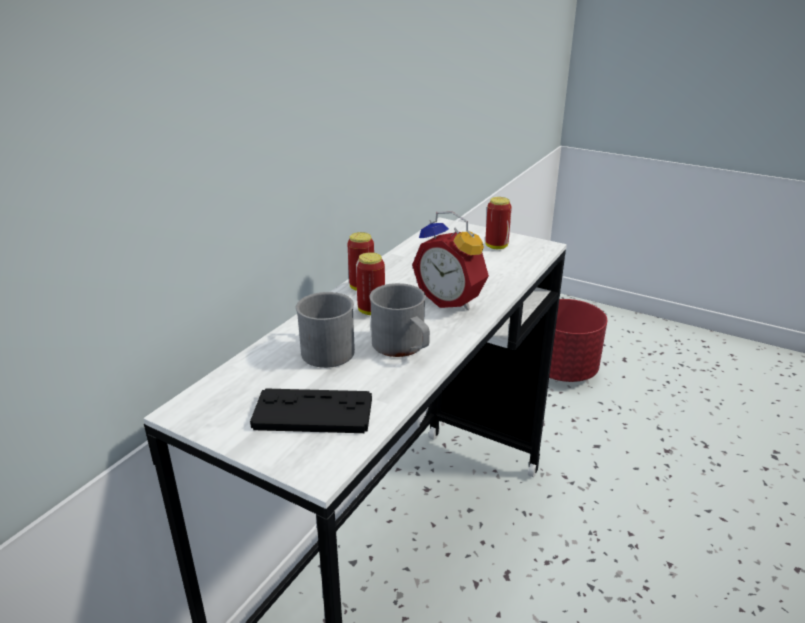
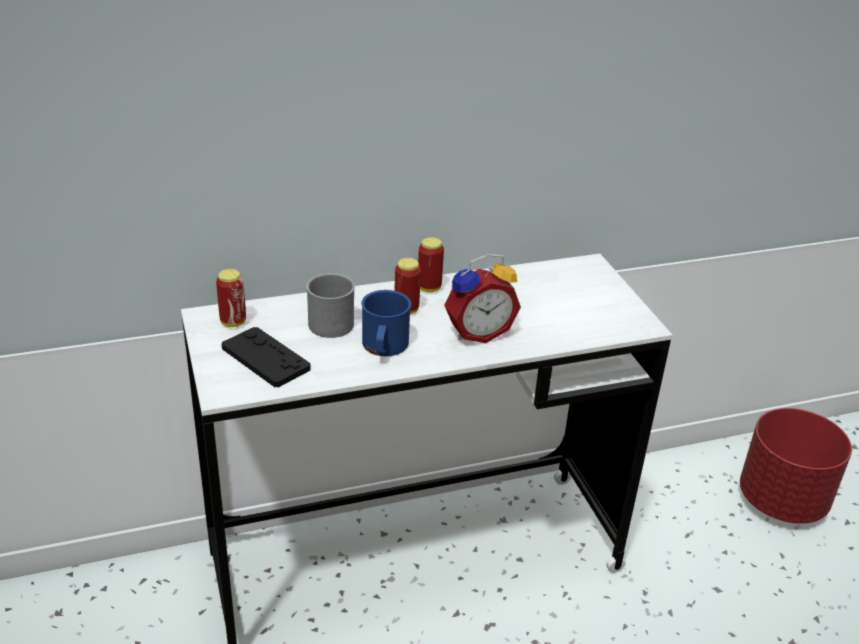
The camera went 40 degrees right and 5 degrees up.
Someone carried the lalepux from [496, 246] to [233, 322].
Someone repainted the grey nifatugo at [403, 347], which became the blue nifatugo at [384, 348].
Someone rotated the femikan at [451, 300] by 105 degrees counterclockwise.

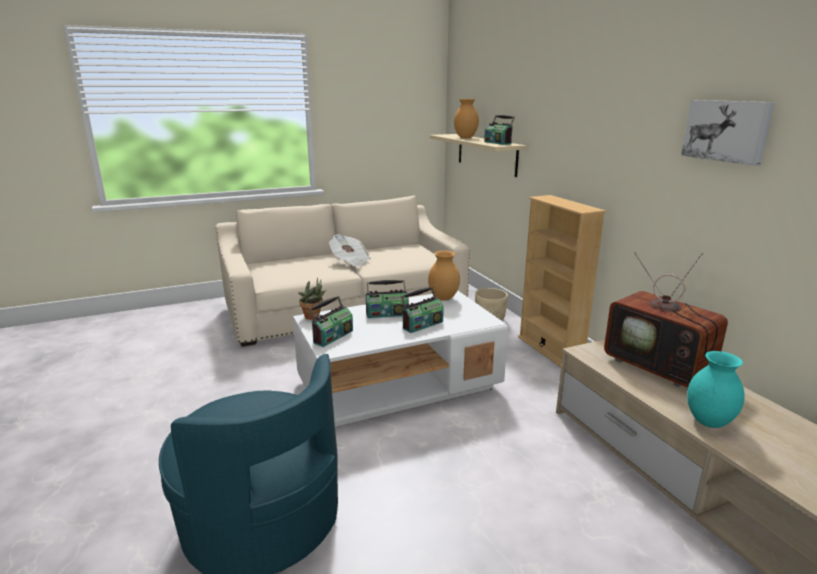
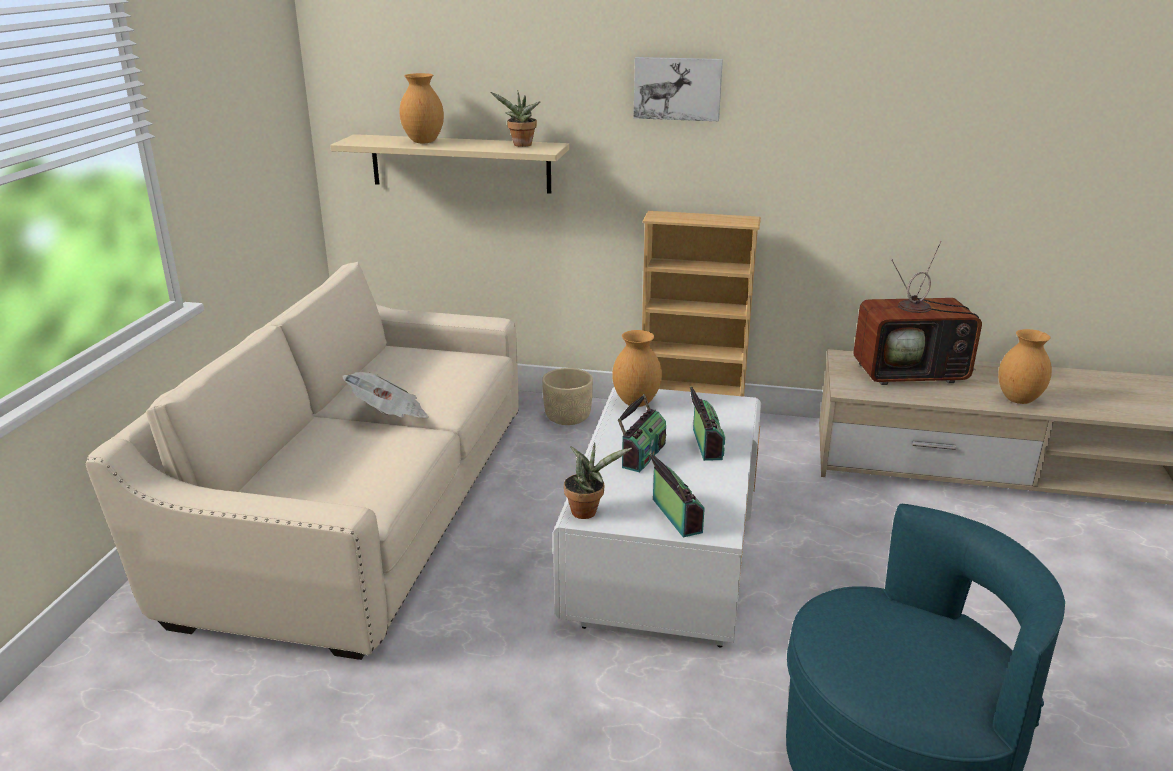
The camera went 55 degrees left and 5 degrees up.
Someone swapped the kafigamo at [498, 143] for the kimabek at [521, 145].
Someone carried the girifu from [726, 131] to [677, 88].
Someone repainted the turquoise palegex at [708, 421], which became the brown palegex at [1017, 399].

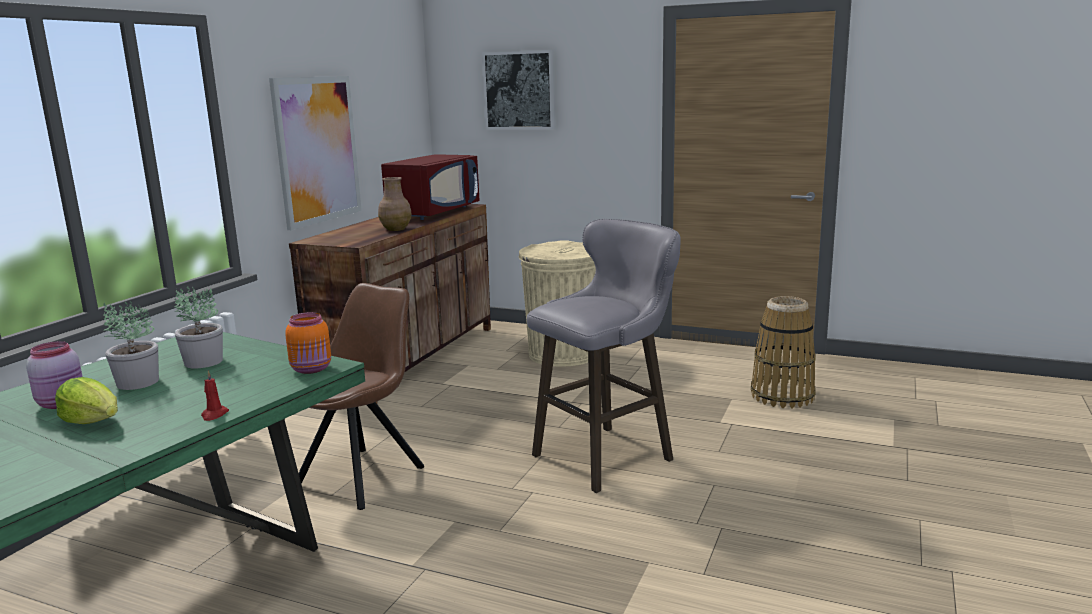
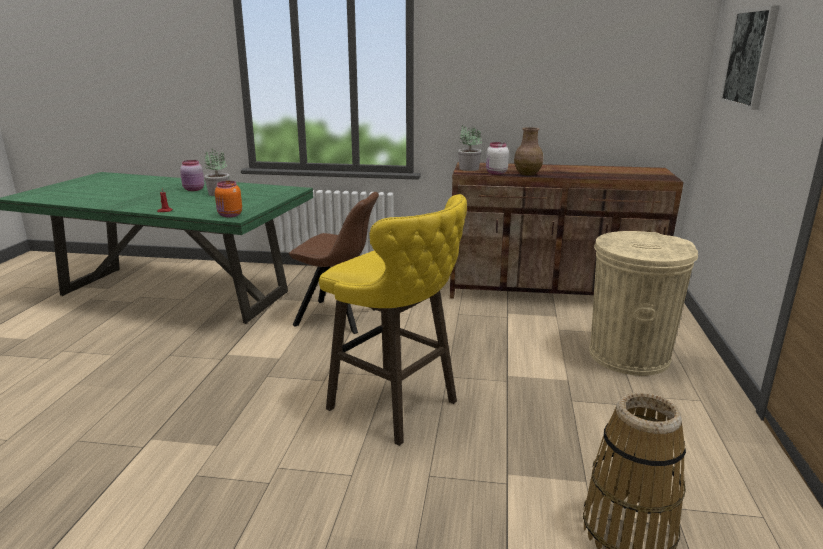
The camera went 75 degrees right and 5 degrees up.
Someone repainted the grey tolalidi at [607, 455], which became the yellow tolalidi at [397, 407].
Someone carried the kimabek from [203, 362] to [468, 168].
Someone put down the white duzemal at [496, 173].
Someone took away the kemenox at [94, 421].
Someone took away the girifu at [317, 150].
Someone took away the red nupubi at [434, 212].

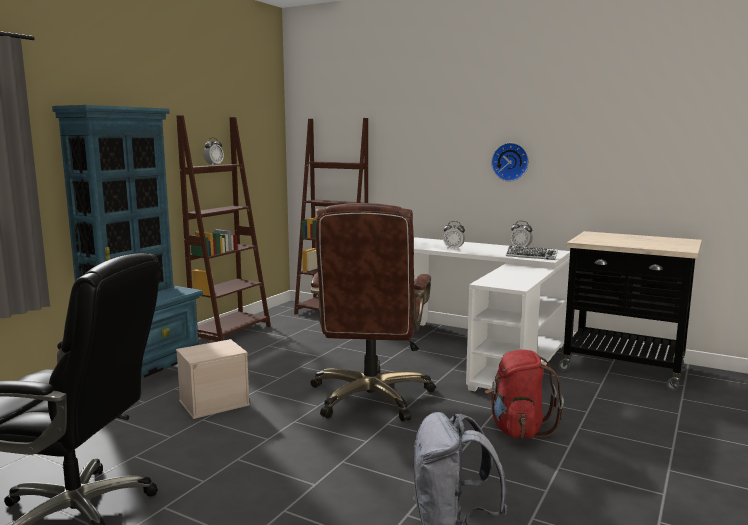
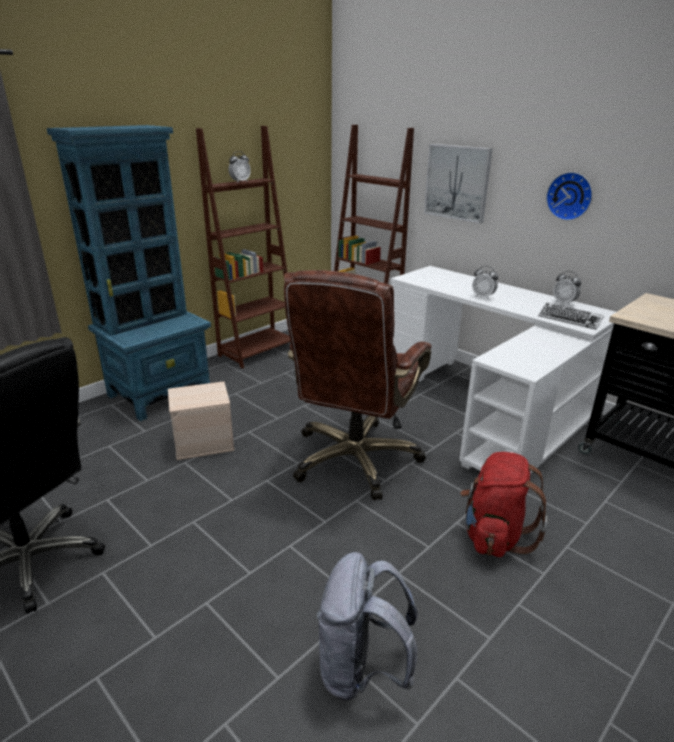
The camera went 15 degrees right and 15 degrees up.
Someone put up the girifu at [457, 182].

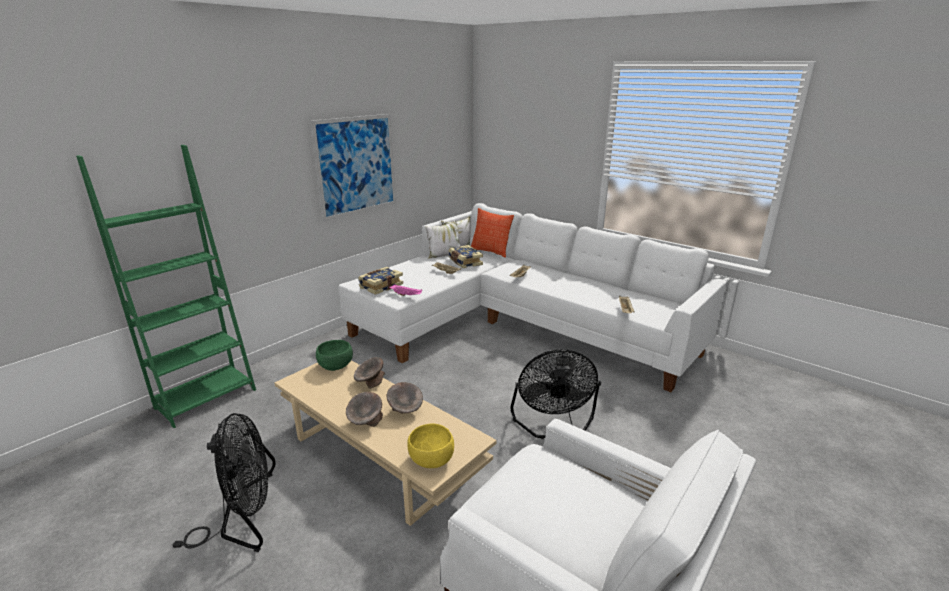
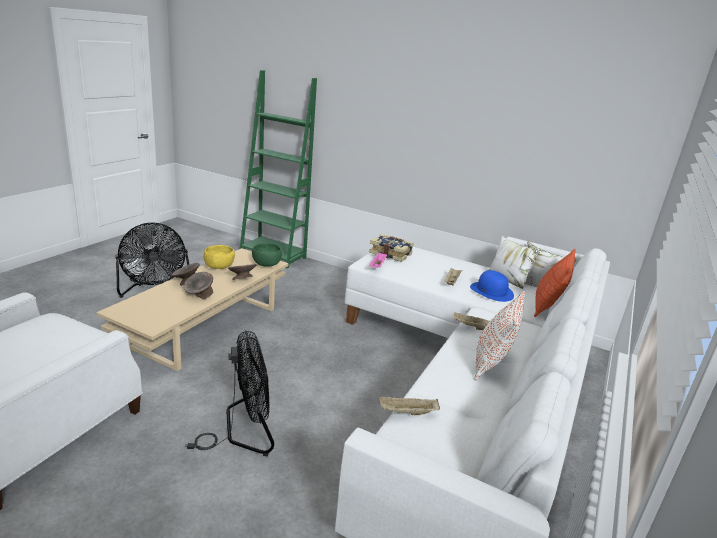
The camera went 75 degrees right and 0 degrees up.
Someone carried the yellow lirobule from [431, 460] to [219, 267].
Someone swapped the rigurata at [464, 262] for the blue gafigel at [491, 291].
Someone put down the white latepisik at [491, 364].
Someone took away the girifu at [356, 166].

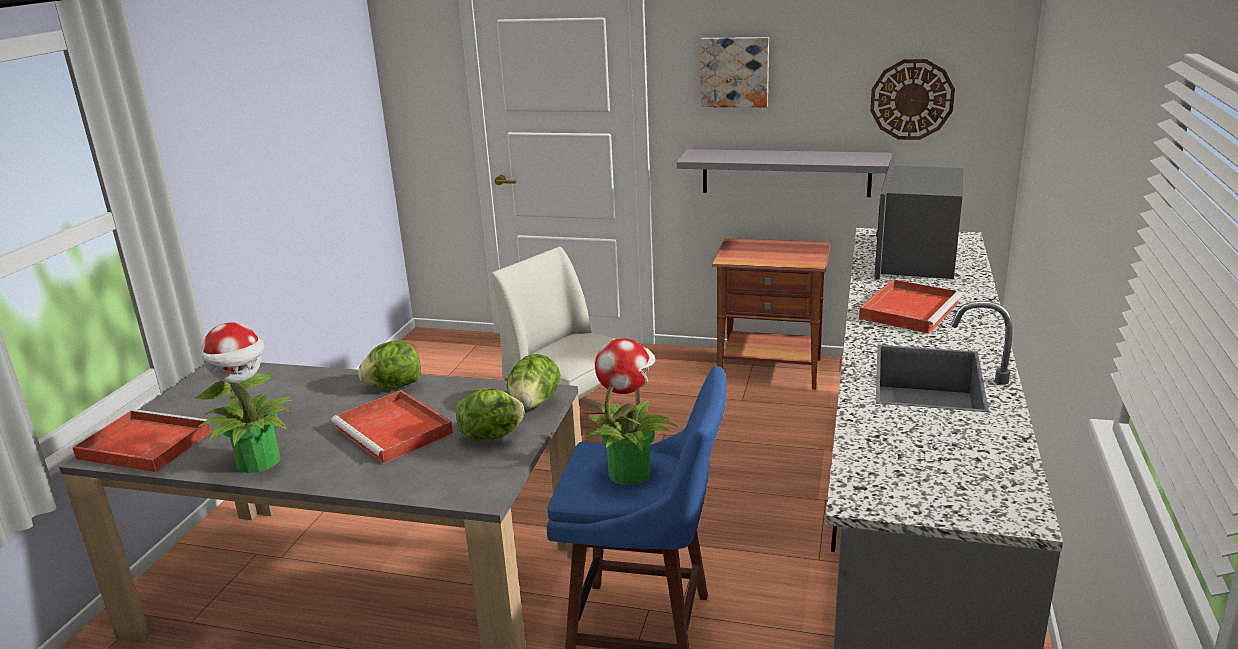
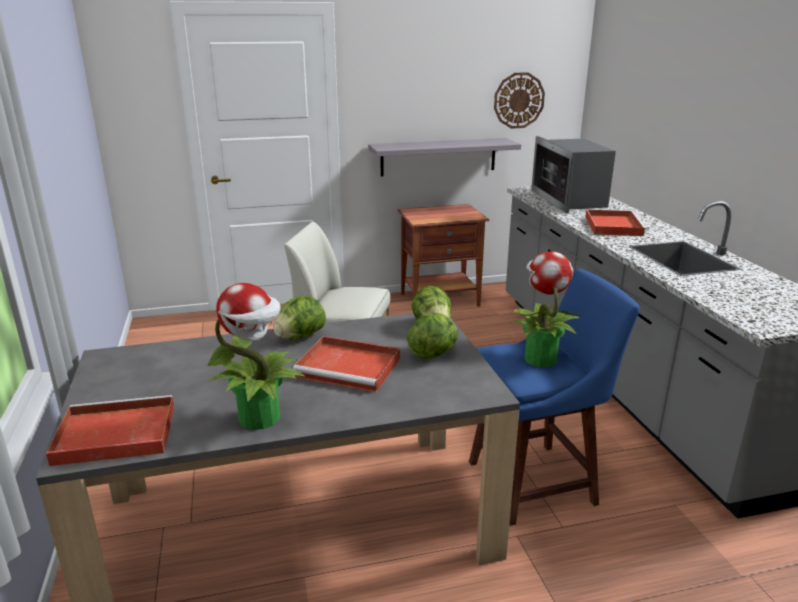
The camera went 30 degrees left and 0 degrees up.
Someone took away the girifu at [734, 71].

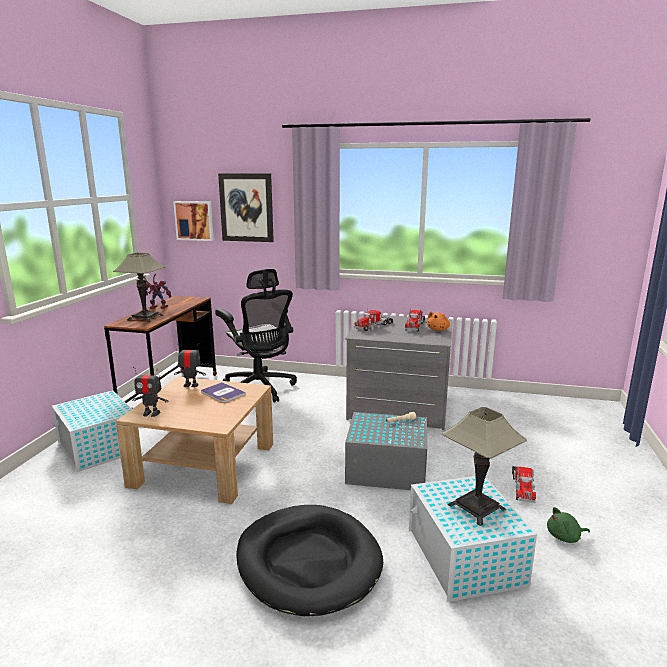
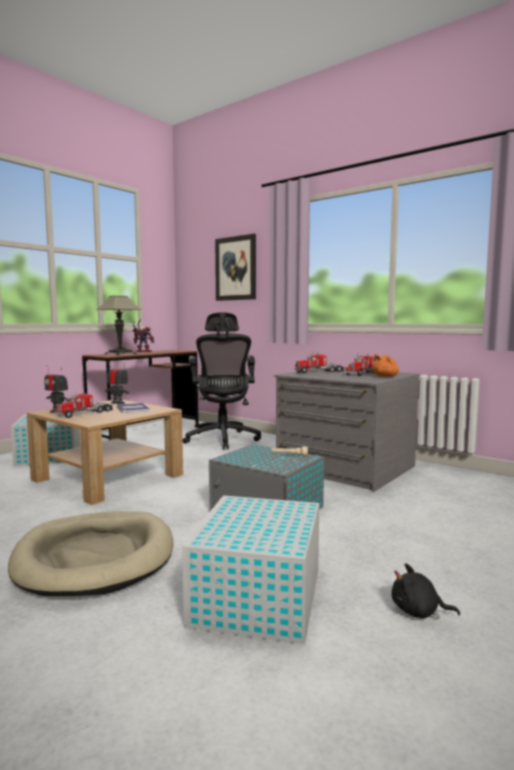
The camera went 25 degrees right and 10 degrees down.
Someone repainted the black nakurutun at [308, 561], which became the beige nakurutun at [95, 557].
Someone carried the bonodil from [522, 487] to [85, 413].
Someone repainted the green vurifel at [565, 537], which became the black vurifel at [418, 612].
Someone took away the girifu at [194, 220].
Someone took away the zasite at [476, 507].

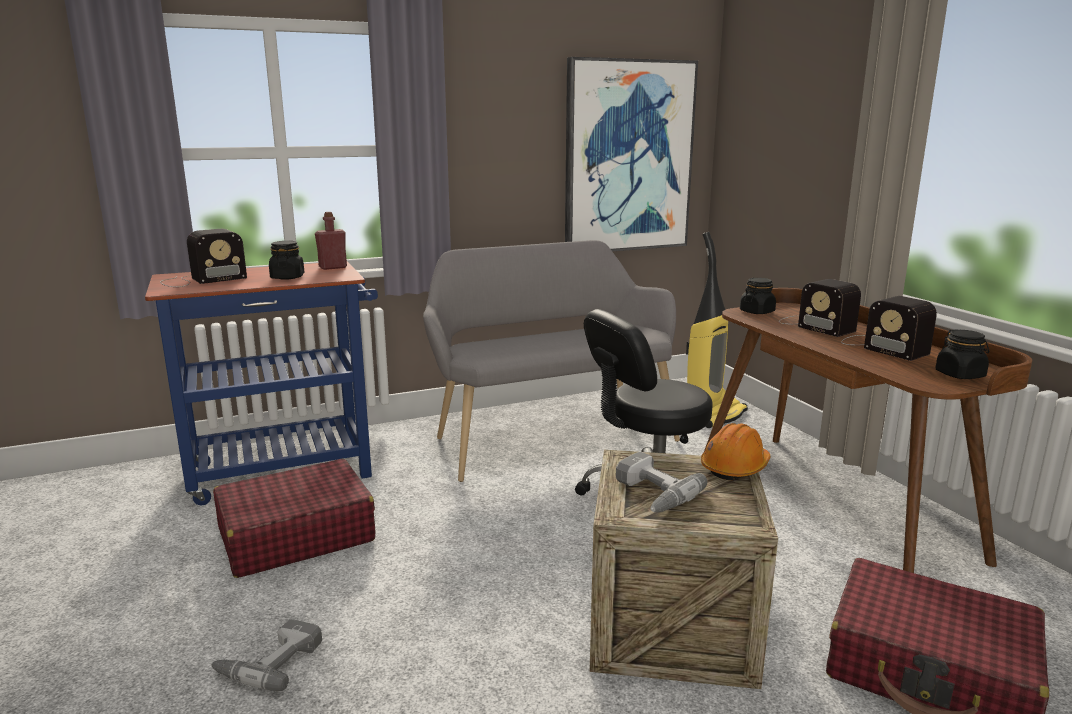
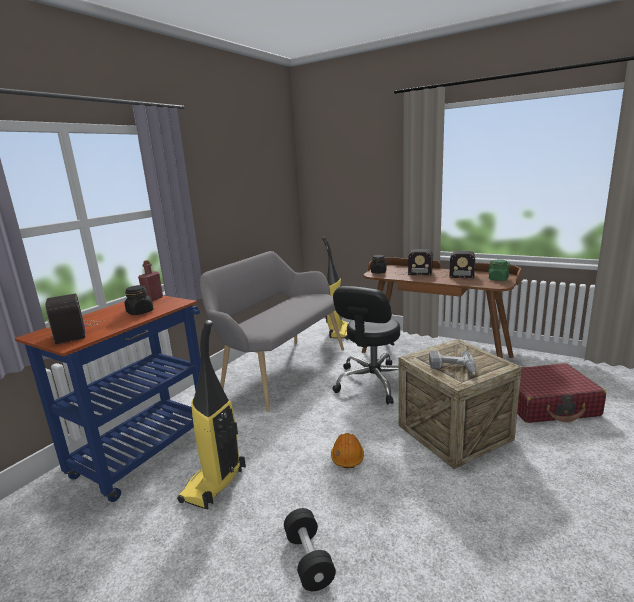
The camera went 35 degrees left and 0 degrees up.
Someone rotated the kafigamo at [200, 280] by 135 degrees clockwise.
Someone swapped the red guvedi at [295, 535] for the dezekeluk at [214, 485].
Someone swapped the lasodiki at [269, 662] for the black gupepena at [309, 559].
Someone carried the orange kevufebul from [735, 467] to [347, 457].
Someone repainted the black duzemal at [960, 375], which became the green duzemal at [498, 279].
Someone took away the girifu at [628, 157].

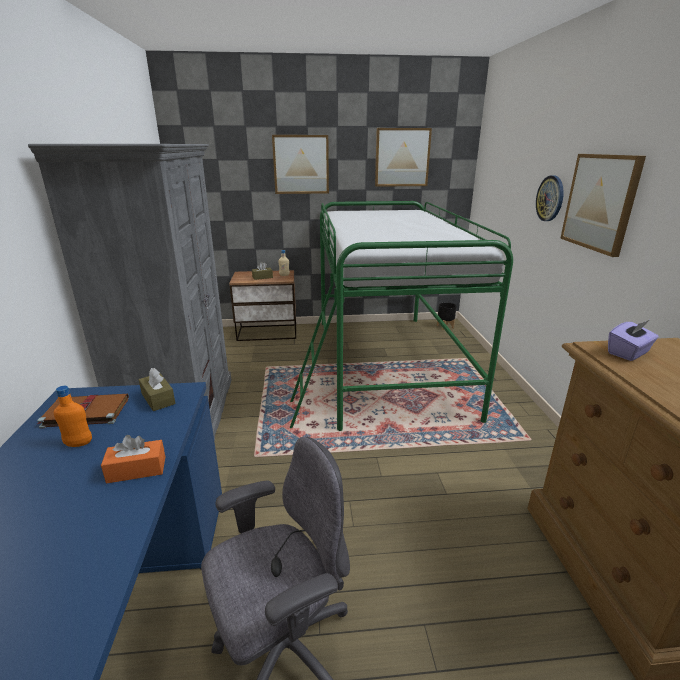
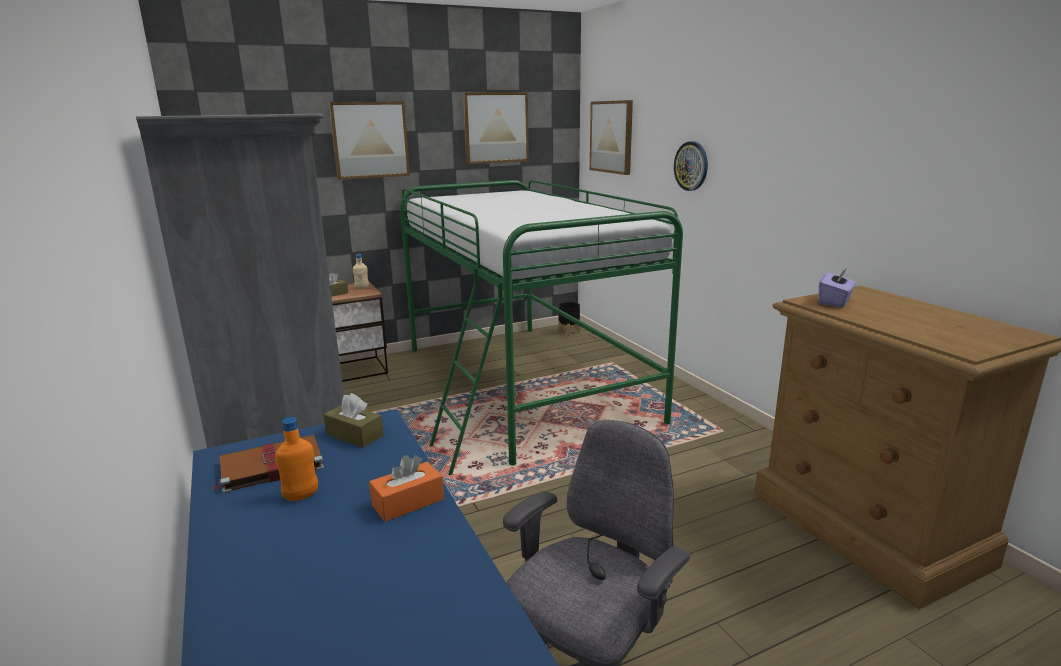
The camera went 20 degrees left and 5 degrees down.
Someone carried the girifu from [600, 202] to [612, 137].

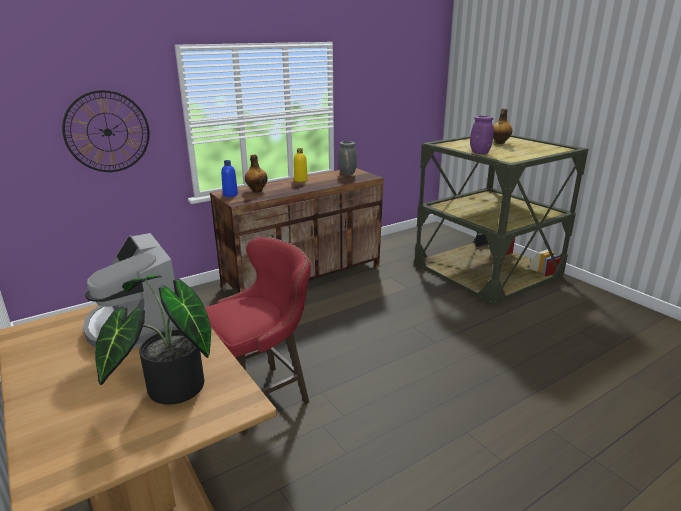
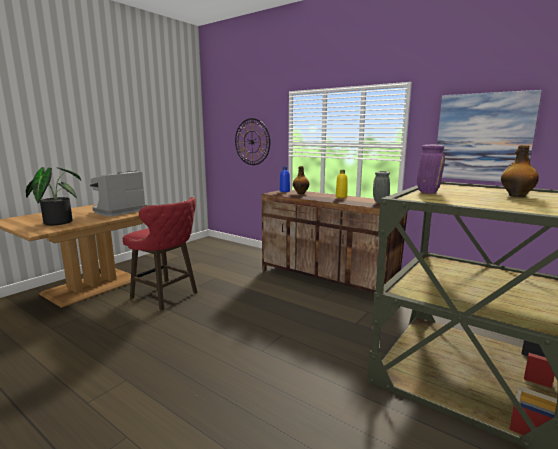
The camera went 70 degrees right and 10 degrees down.
Someone put up the girifu at [483, 137].

